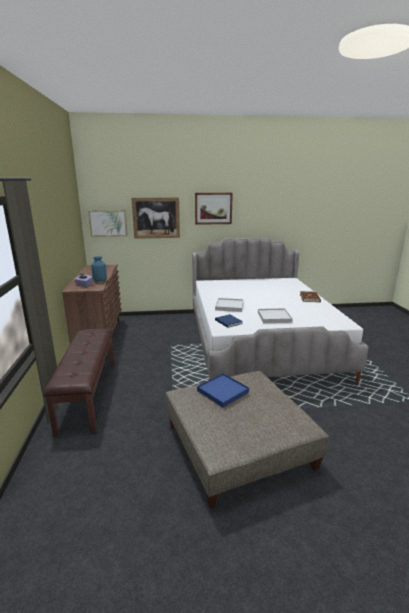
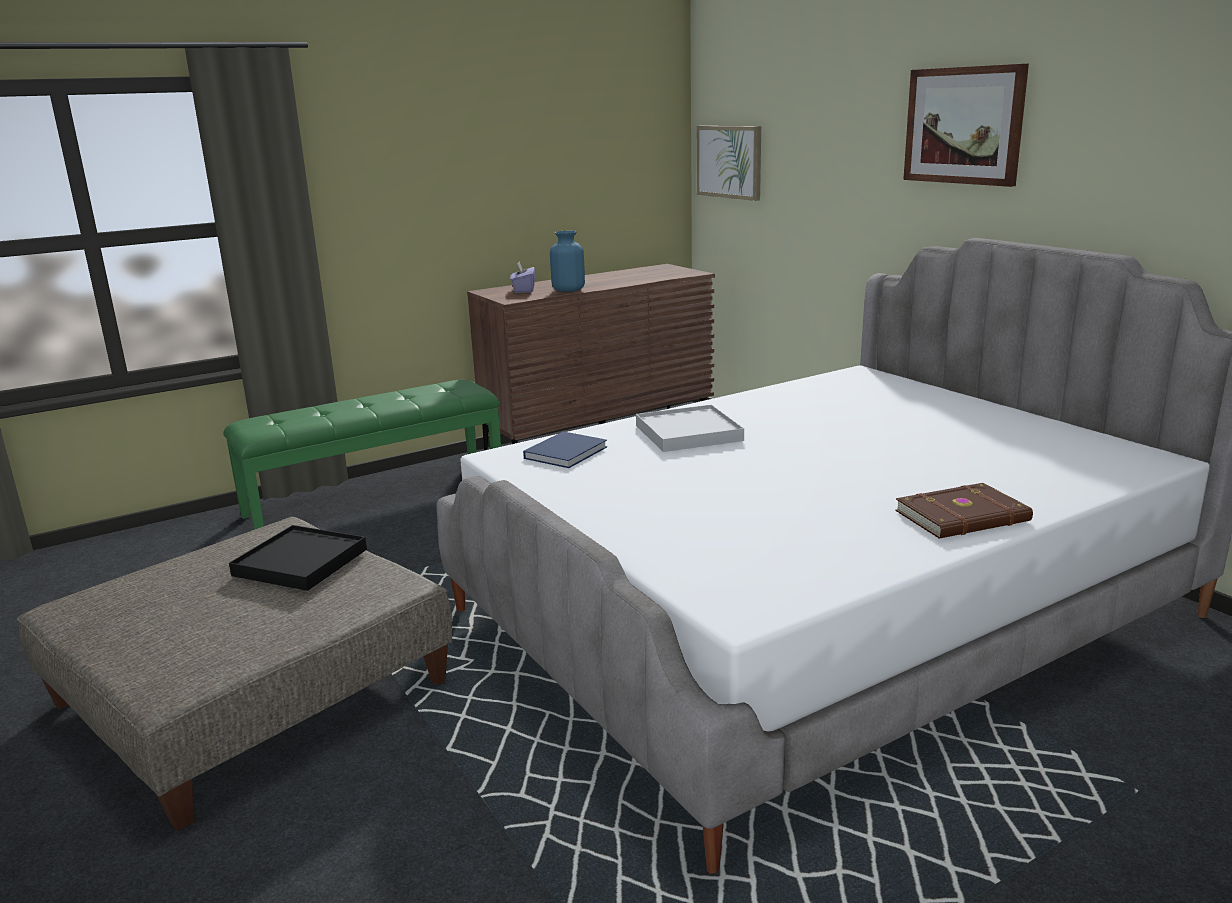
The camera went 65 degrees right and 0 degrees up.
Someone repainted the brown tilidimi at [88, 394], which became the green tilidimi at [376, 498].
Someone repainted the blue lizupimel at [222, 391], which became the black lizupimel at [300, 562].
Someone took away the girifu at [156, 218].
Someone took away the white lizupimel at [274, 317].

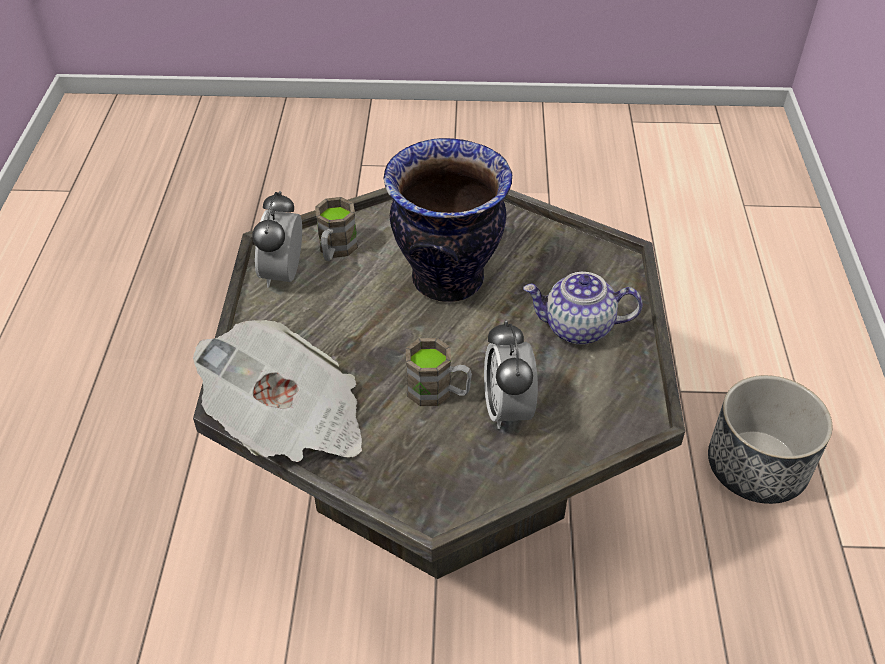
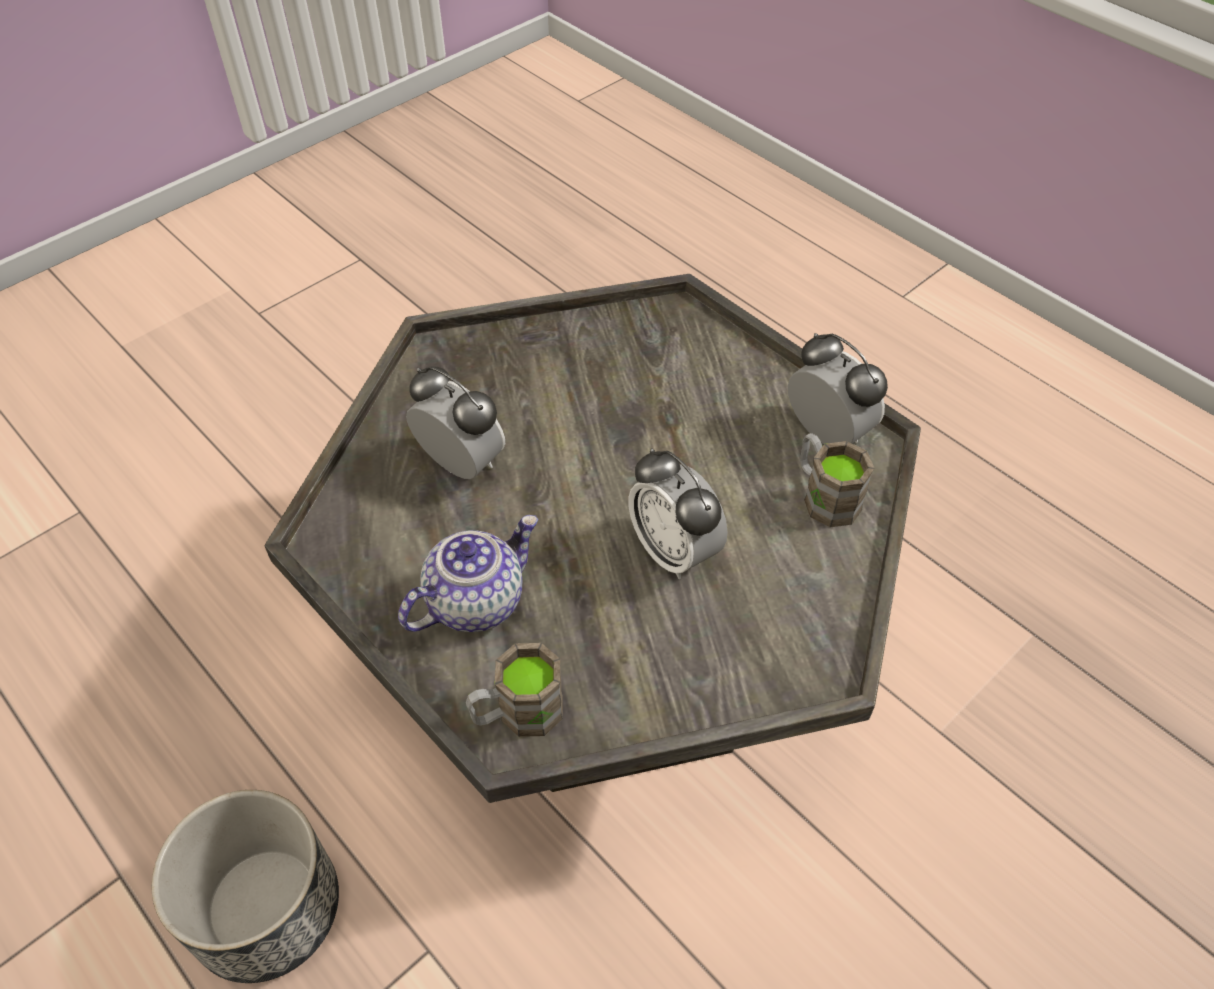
The camera went 135 degrees right and 5 degrees up.
Someone carried the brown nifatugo from [438, 392] to [517, 713].
Someone swapped the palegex at [446, 279] for the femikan at [674, 551].
Someone took away the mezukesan at [290, 421].

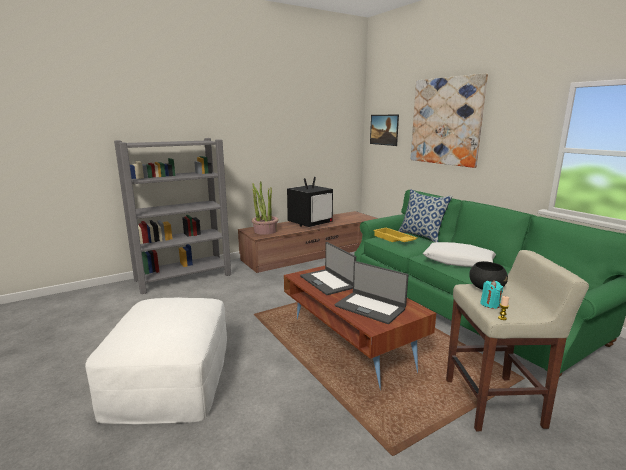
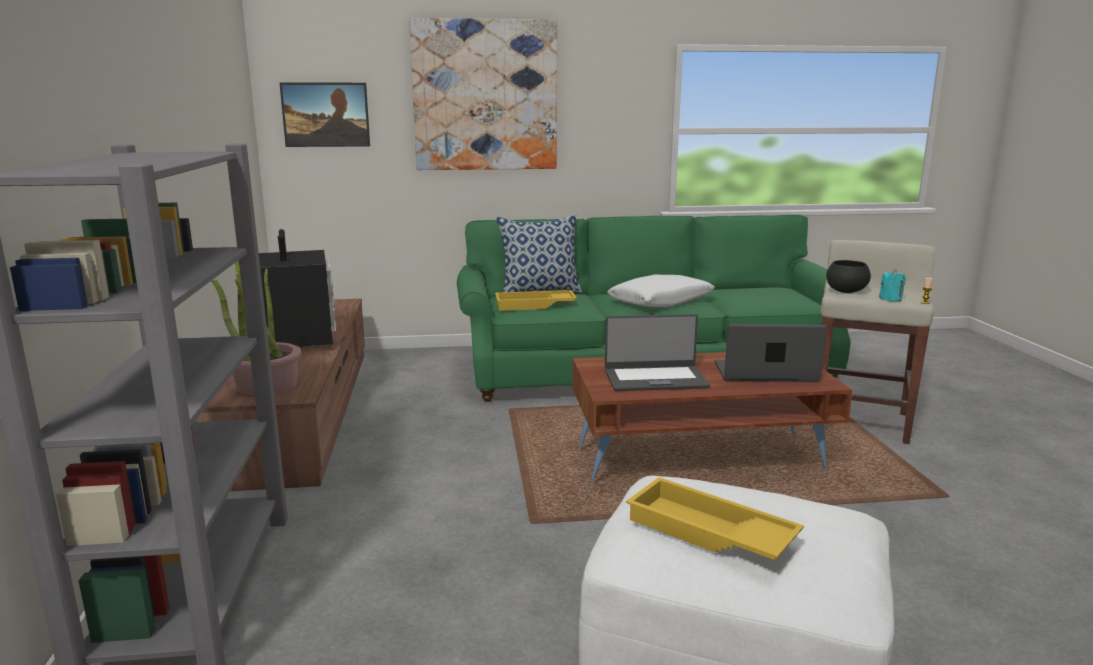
The camera went 65 degrees left and 0 degrees up.
Someone put down the yellow lizupimel at [708, 533].
Someone rotated the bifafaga at [370, 307] by 150 degrees counterclockwise.

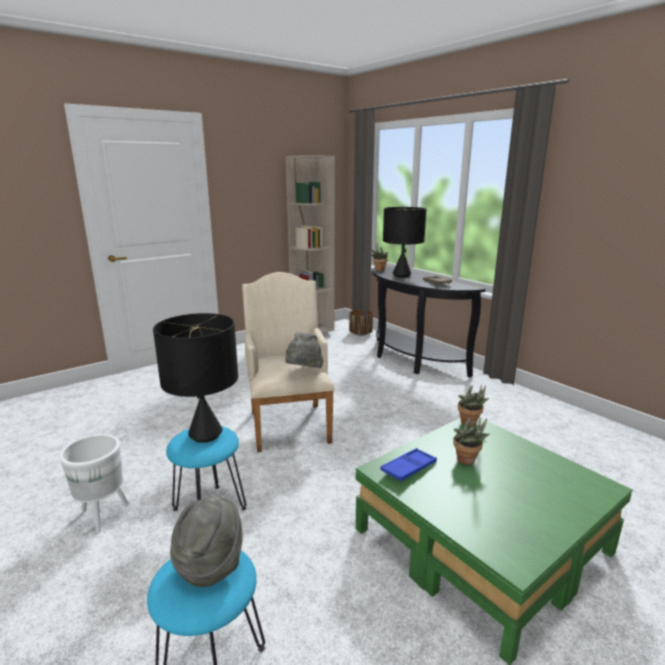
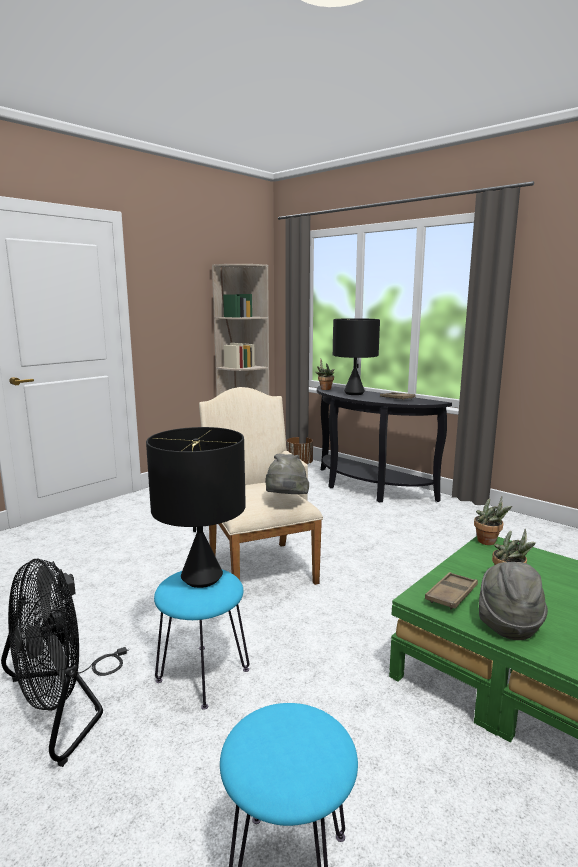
The camera went 10 degrees left and 5 degrees down.
Someone swapped the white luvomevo at [104, 515] for the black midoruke at [65, 700].
Someone repainted the blue lizupimel at [408, 468], which became the brown lizupimel at [451, 595].
Someone carried the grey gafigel from [210, 563] to [507, 624].

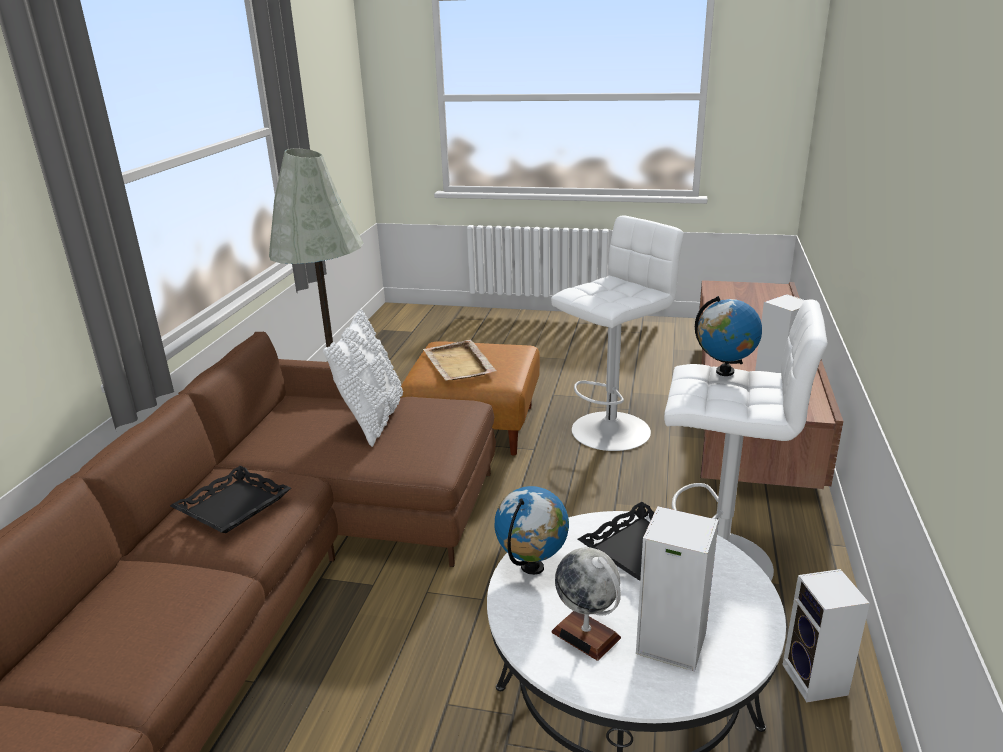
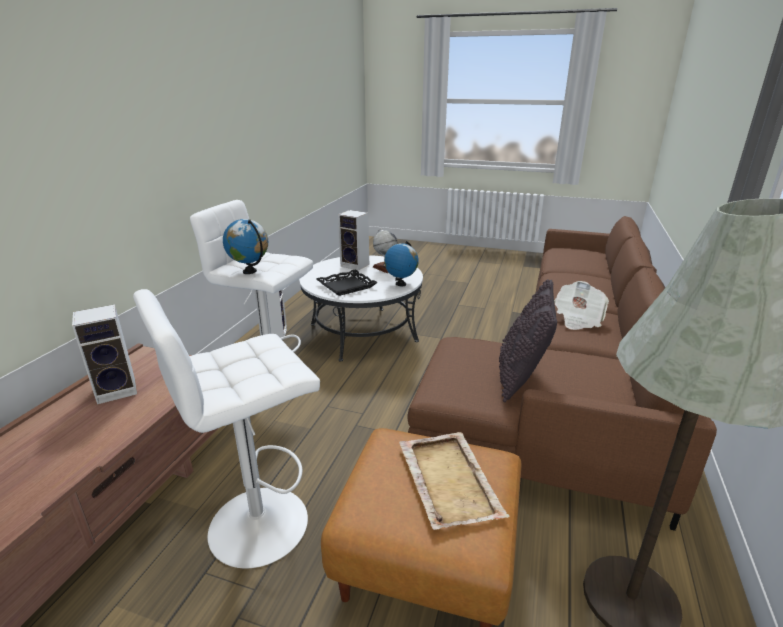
The camera went 175 degrees left and 0 degrees up.
Someone repainted the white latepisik at [373, 419], which became the black latepisik at [520, 378].
Someone swapped the black lizupimel at [233, 506] for the mezukesan at [578, 319].

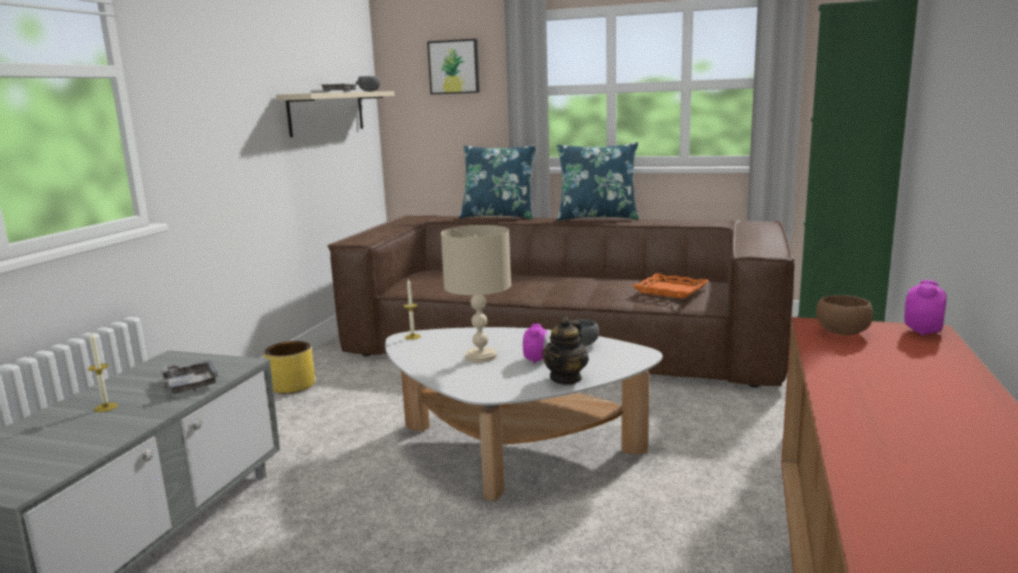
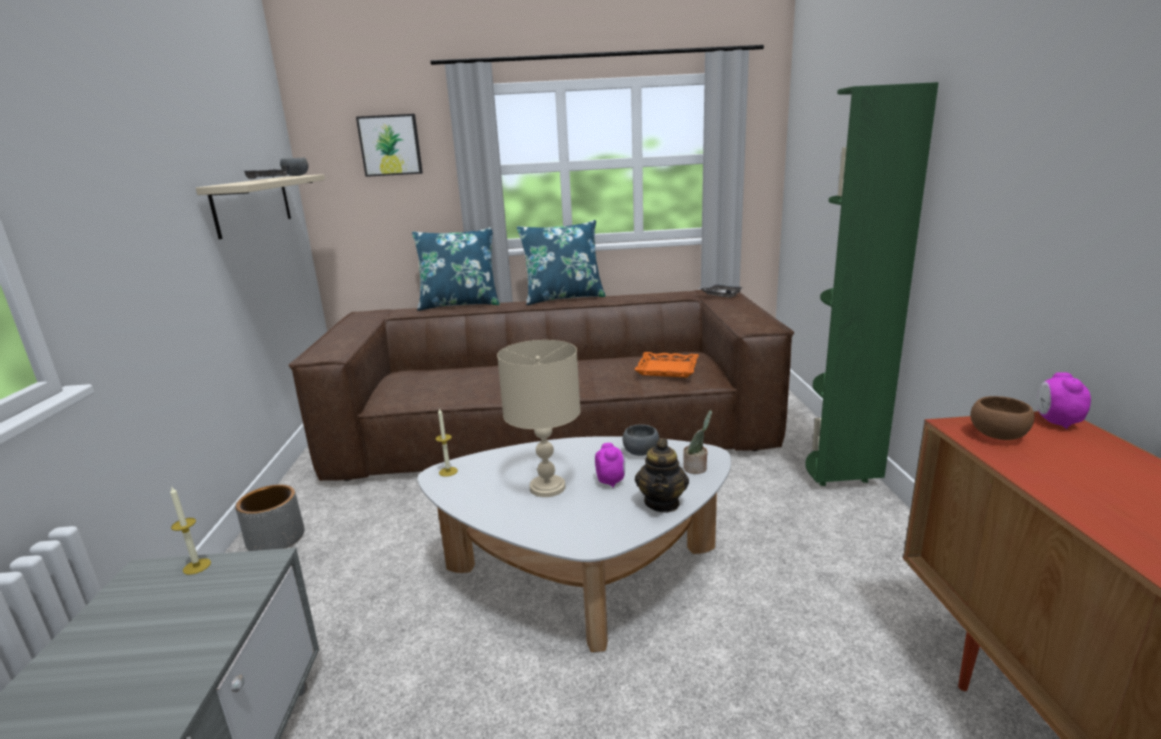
The camera went 20 degrees left and 5 degrees up.
Someone carried the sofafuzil from [106, 407] to [197, 566].
Someone repainted the yellow luvomevo at [292, 386], which became the grey luvomevo at [276, 539].
Someone put down the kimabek at [696, 468].
Someone carried the grey lizupimel from [190, 384] to [721, 295].

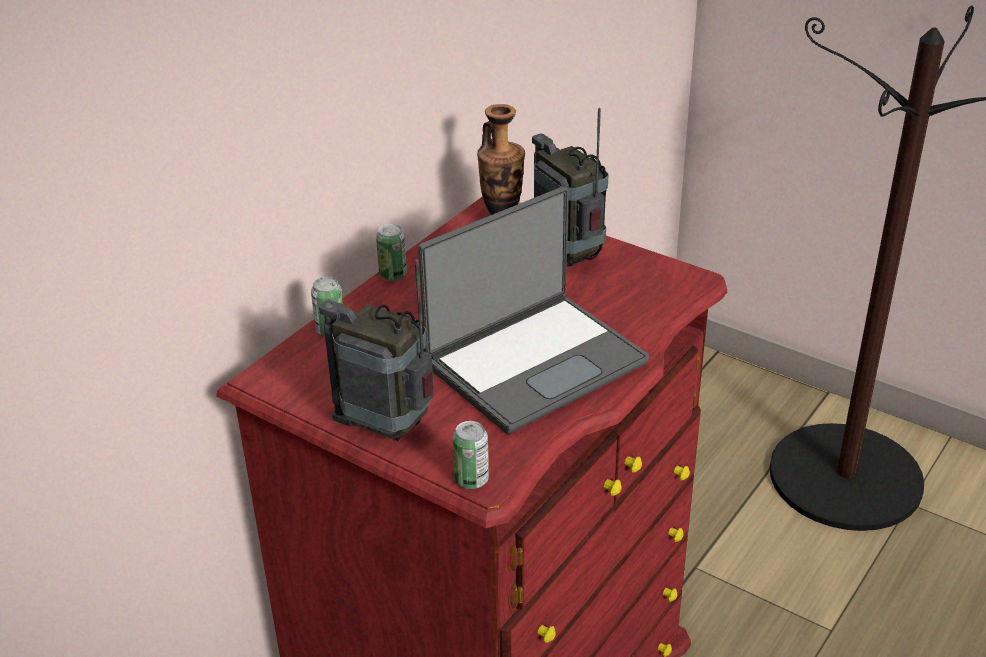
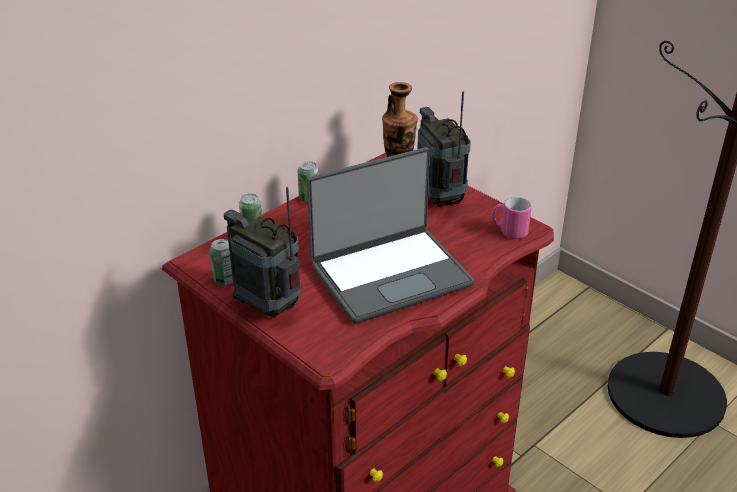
The camera went 10 degrees right and 0 degrees up.
Someone carried the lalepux from [471, 480] to [224, 280].
Someone put down the pink nifatugo at [509, 232].

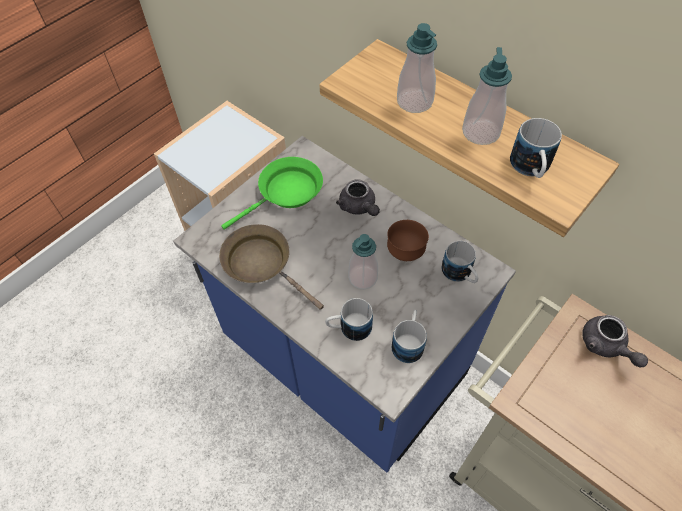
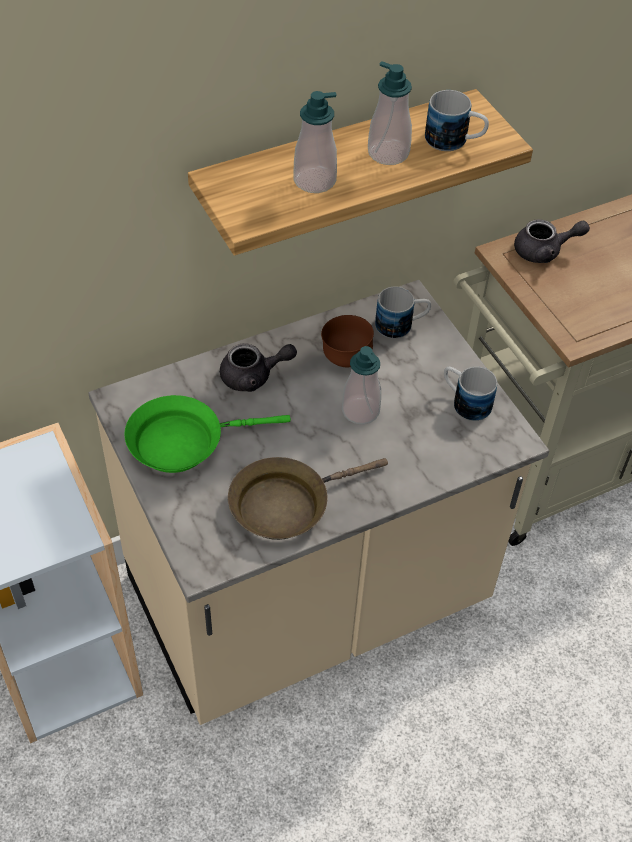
The camera went 70 degrees left and 5 degrees down.
Someone repainted the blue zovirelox at [343, 361], which became the beige zovirelox at [308, 599].
Someone rotated the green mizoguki at [286, 193] by 90 degrees counterclockwise.
Someone took away the nifatugo at [349, 328].

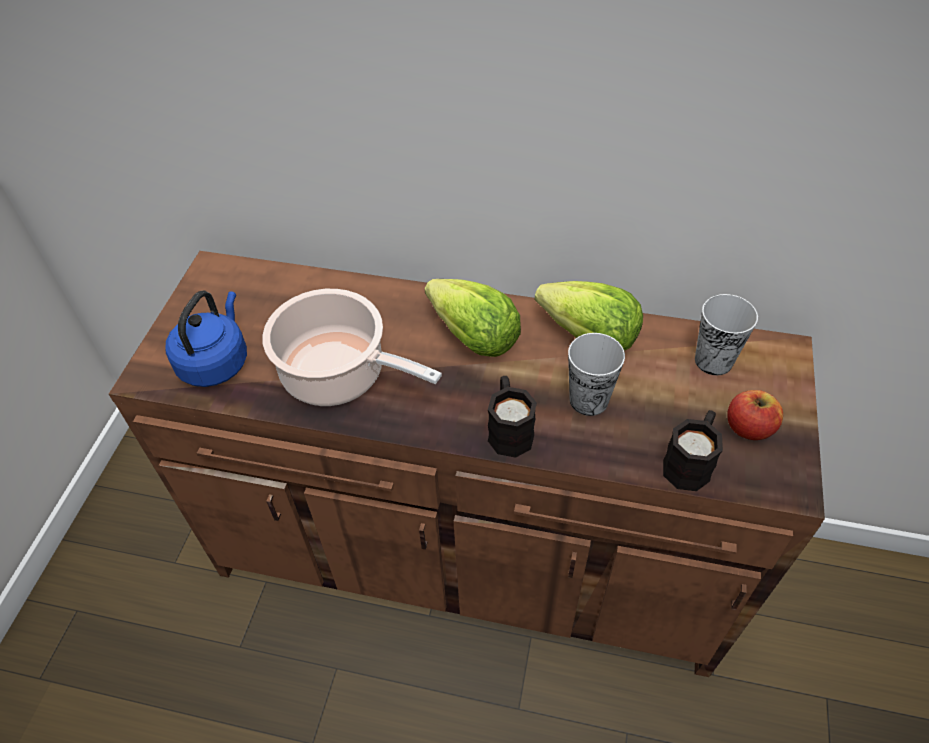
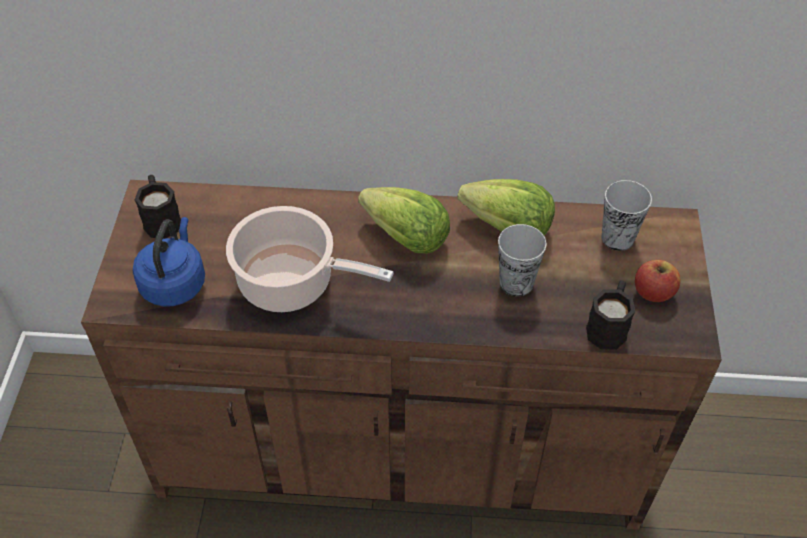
The camera went 10 degrees left and 0 degrees up.
Someone carried the black nifatugo from [509, 429] to [161, 218].

